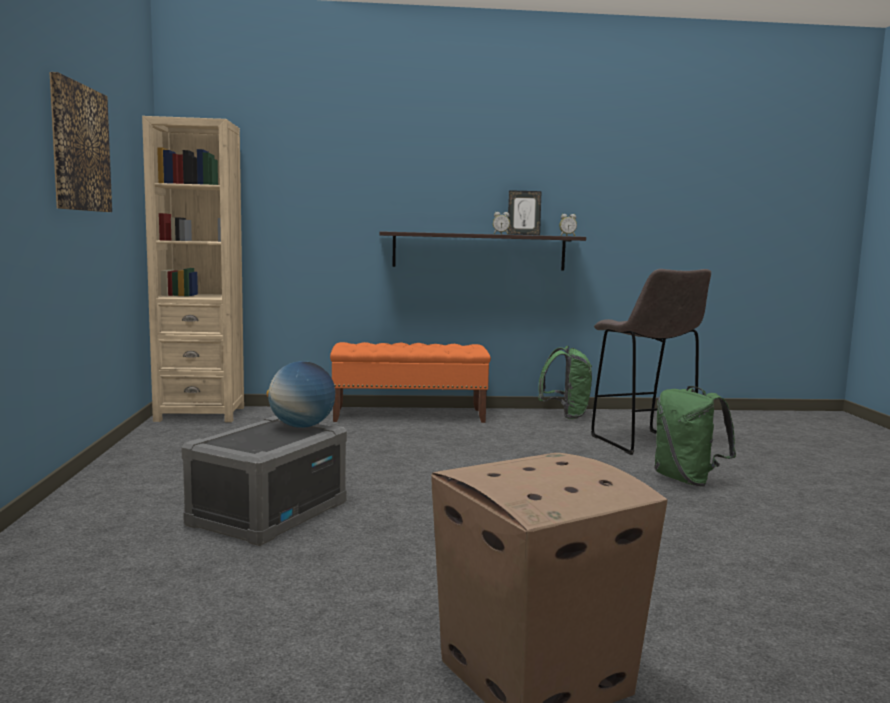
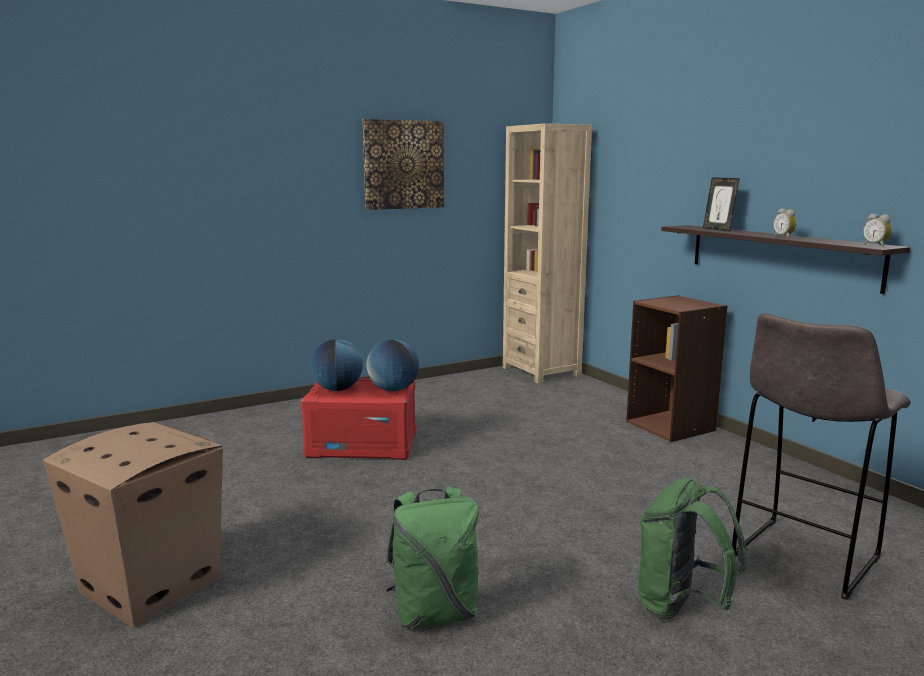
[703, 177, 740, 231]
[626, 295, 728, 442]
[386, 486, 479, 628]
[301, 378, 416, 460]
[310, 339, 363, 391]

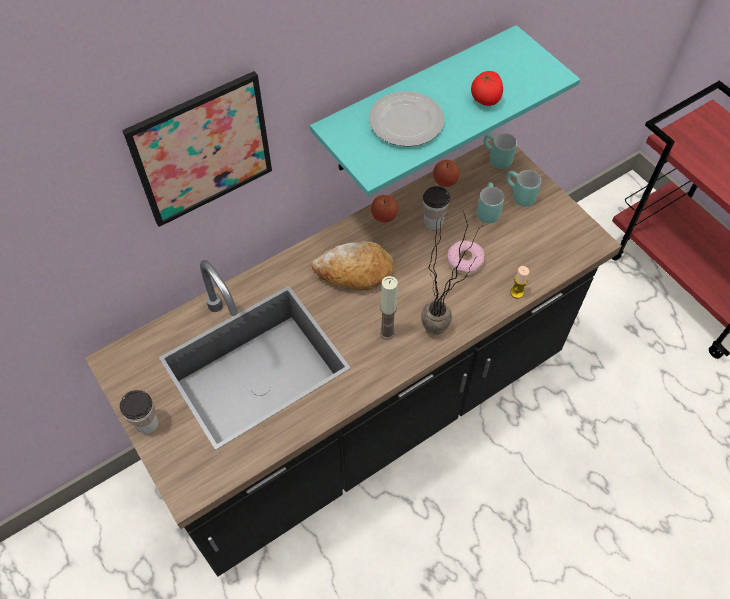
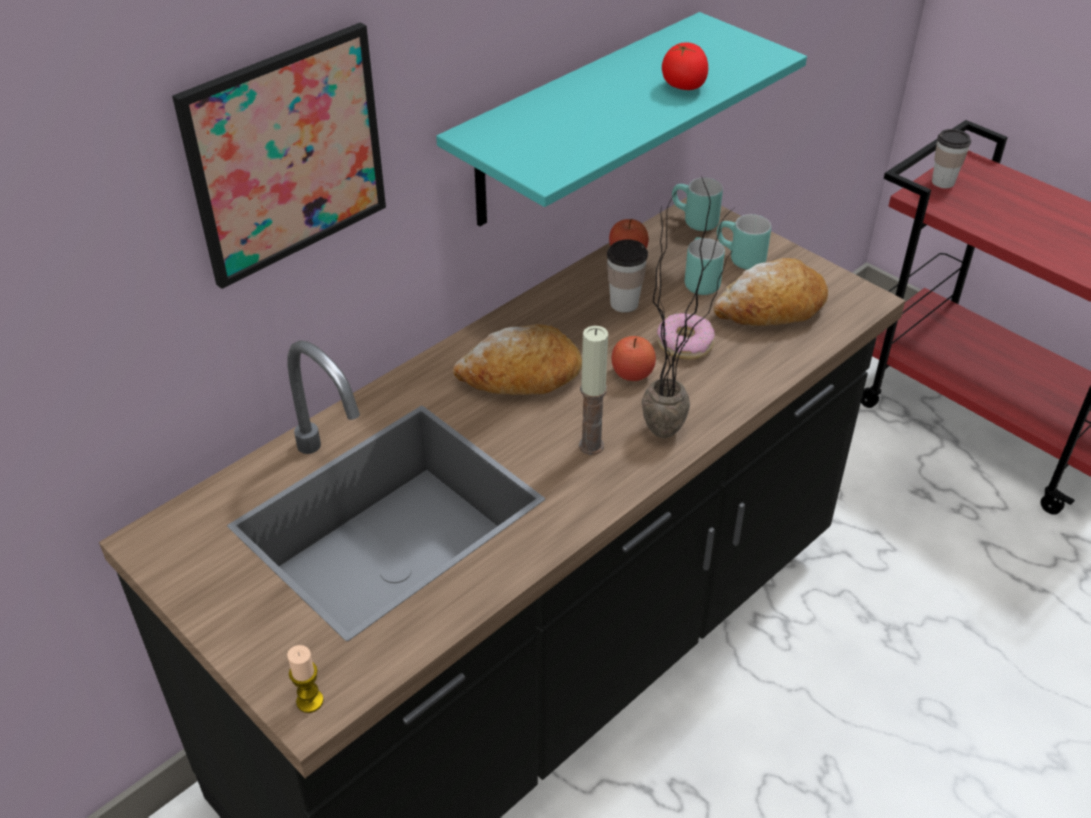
[369, 91, 444, 146] (first image)
[611, 336, 656, 381]
[287, 645, 324, 713]
[932, 129, 971, 188]
[713, 258, 828, 326]

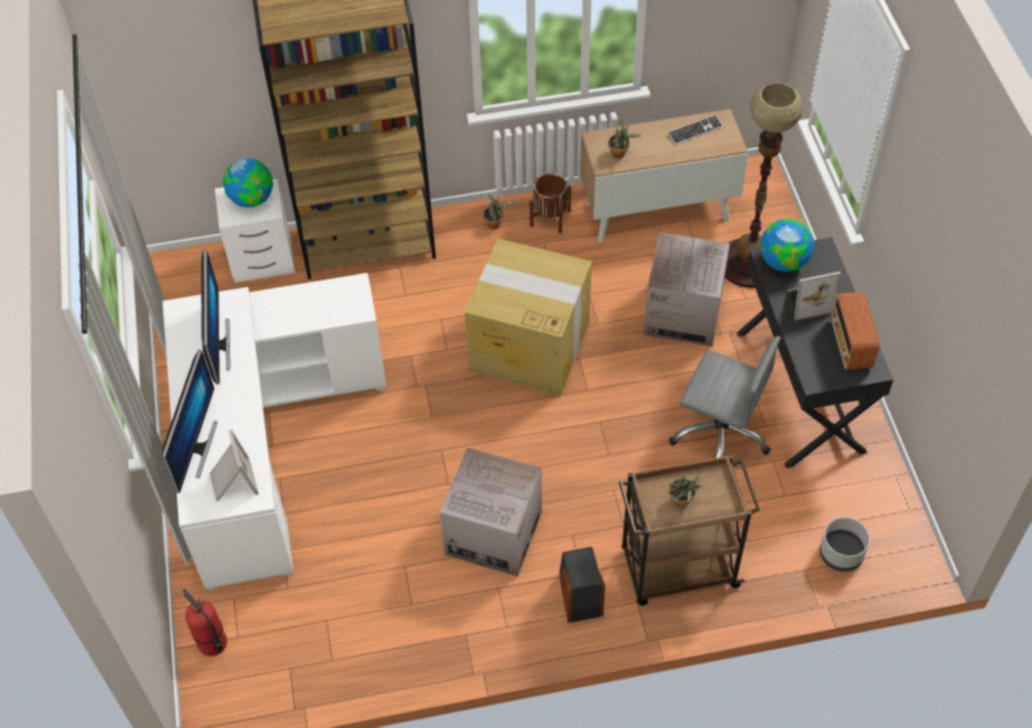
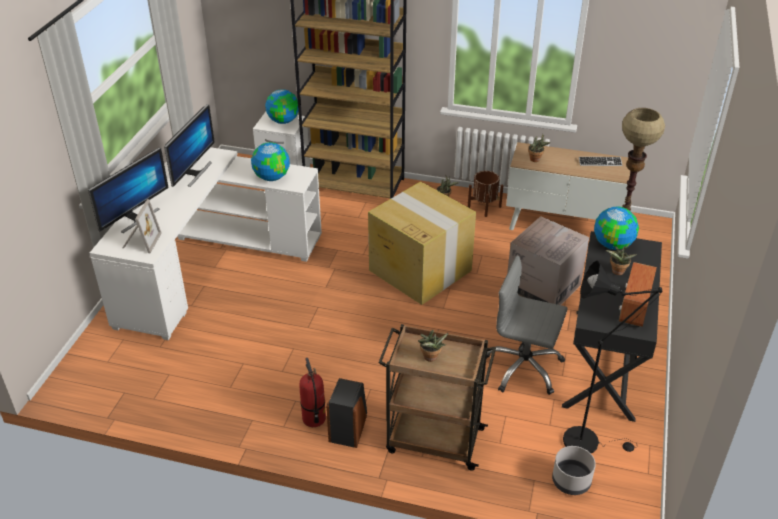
[606, 246, 637, 275]
[486, 255, 568, 395]
[440, 447, 542, 577] (first image)
[299, 358, 326, 427]
[251, 142, 290, 181]
[563, 261, 662, 453]

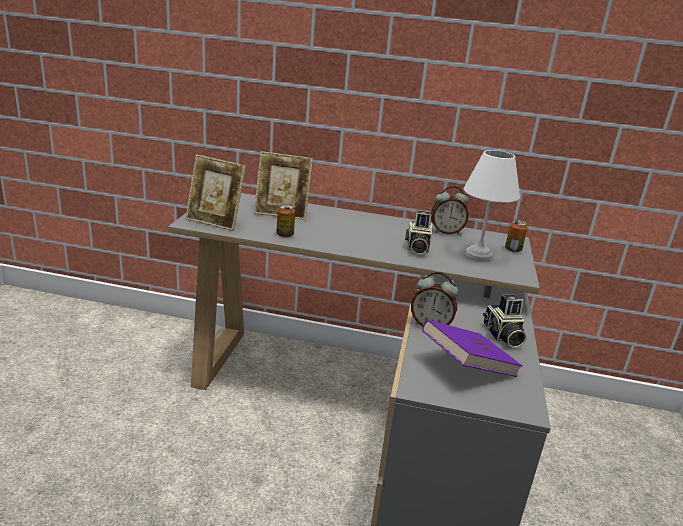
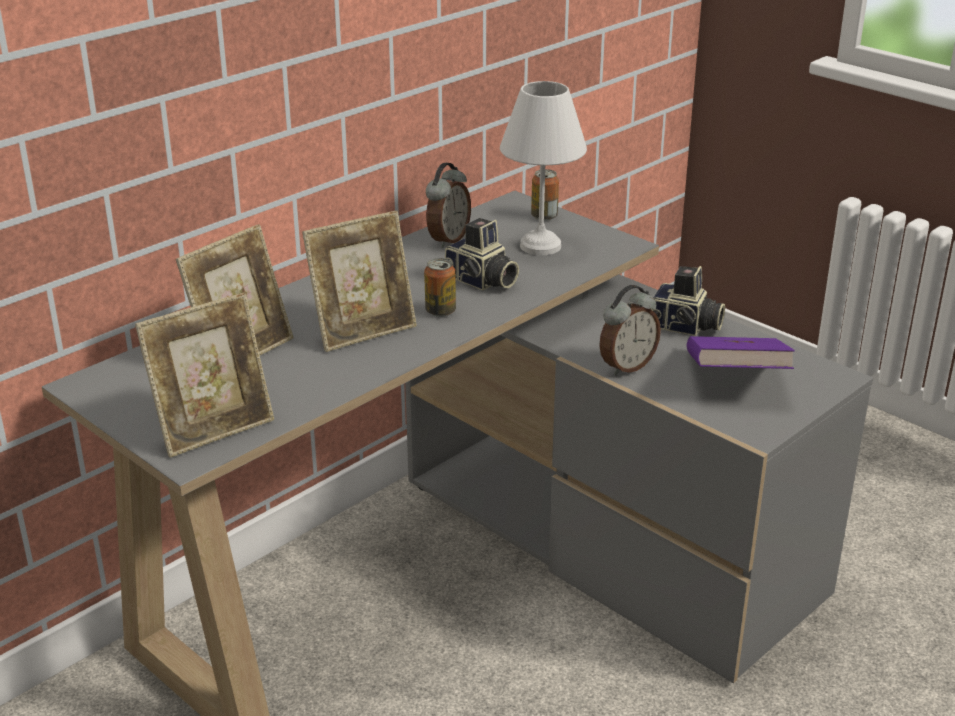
[424, 258, 456, 317]
[302, 211, 417, 352]

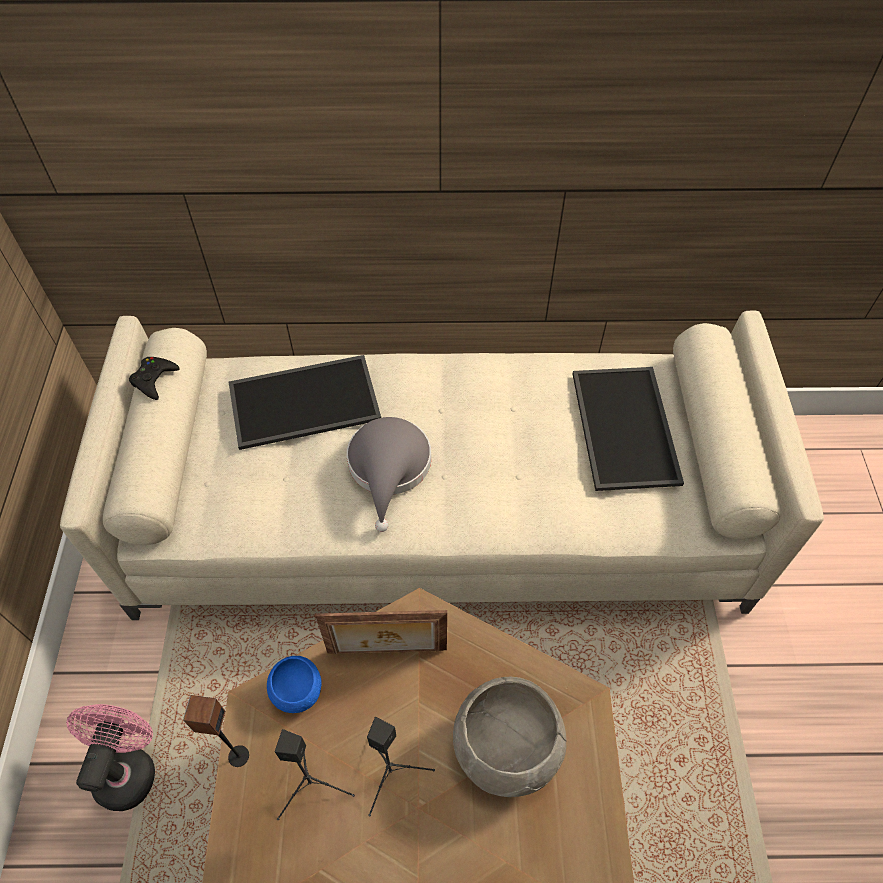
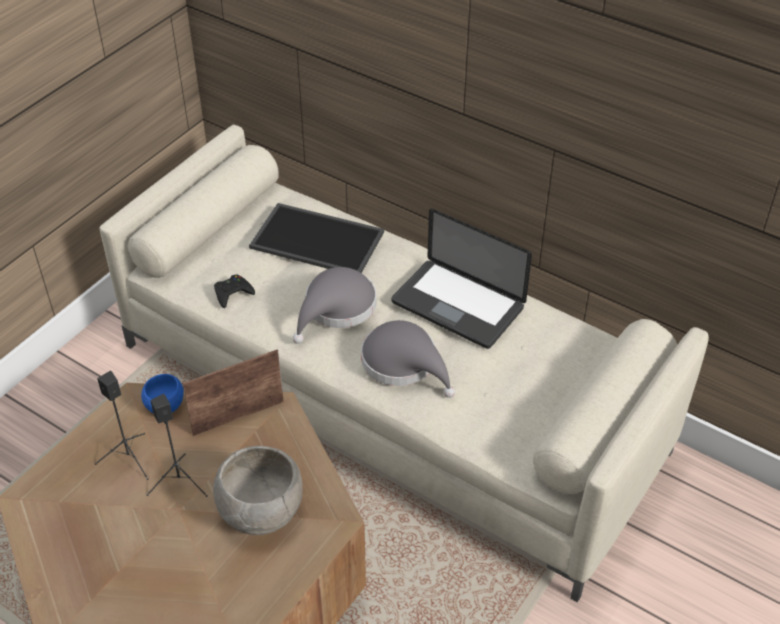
[214, 274, 255, 308]
[573, 367, 684, 491] (first image)
[182, 350, 284, 436]
[183, 695, 249, 767] (first image)
[66, 704, 155, 811] (first image)
[391, 209, 532, 349]
[361, 320, 455, 398]

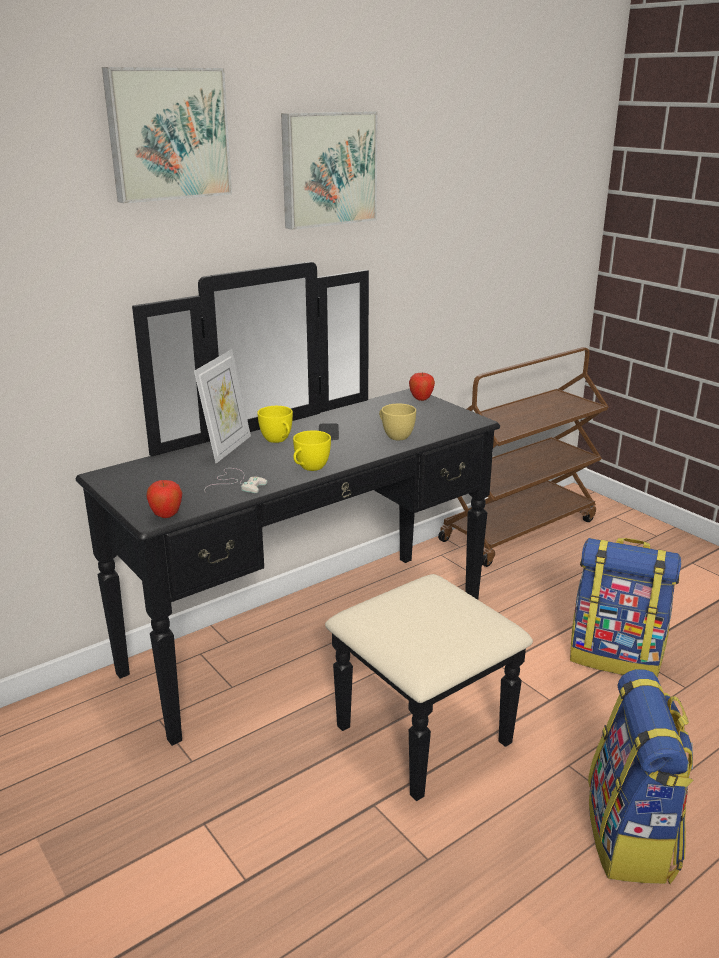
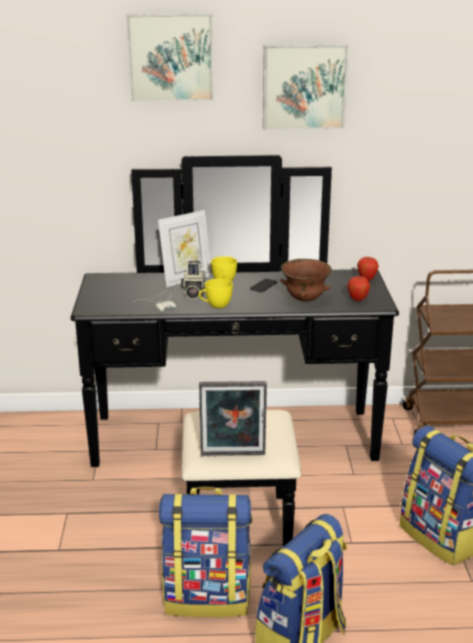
[280, 259, 332, 302]
[347, 276, 370, 301]
[181, 261, 205, 300]
[199, 381, 267, 456]
[159, 487, 252, 617]

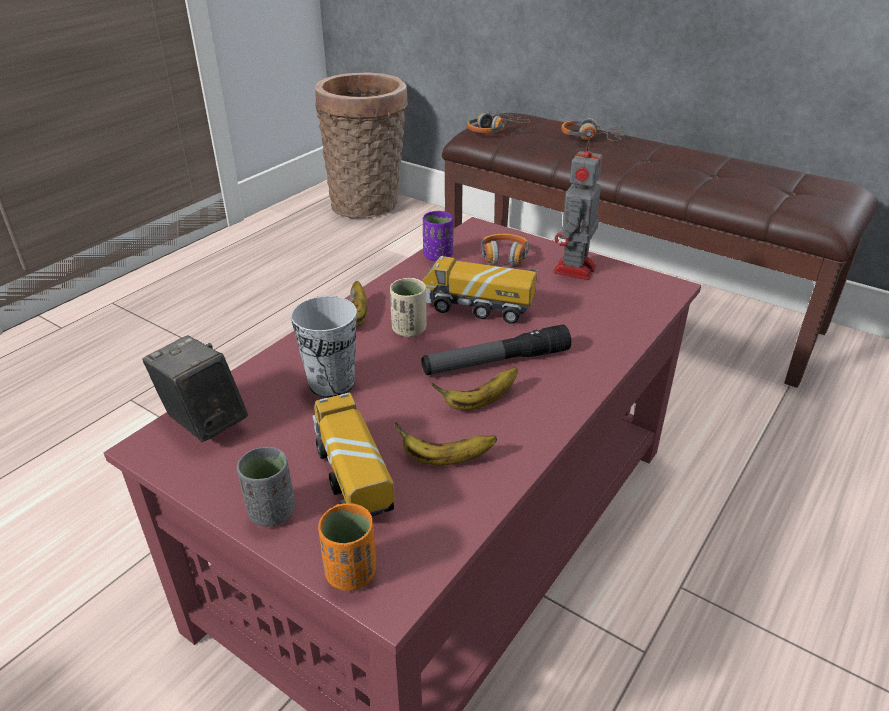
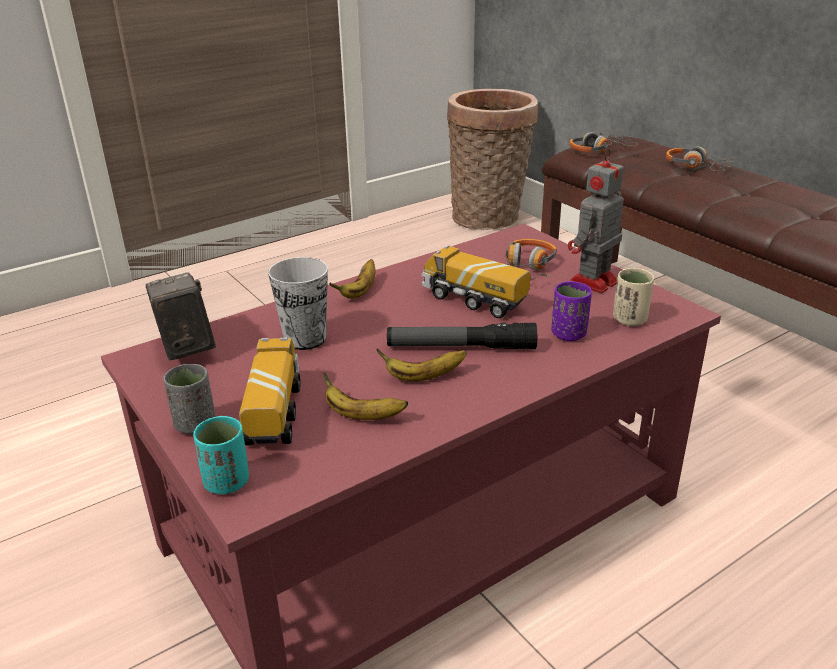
[551, 281, 592, 341]
[613, 268, 654, 326]
[193, 416, 249, 494]

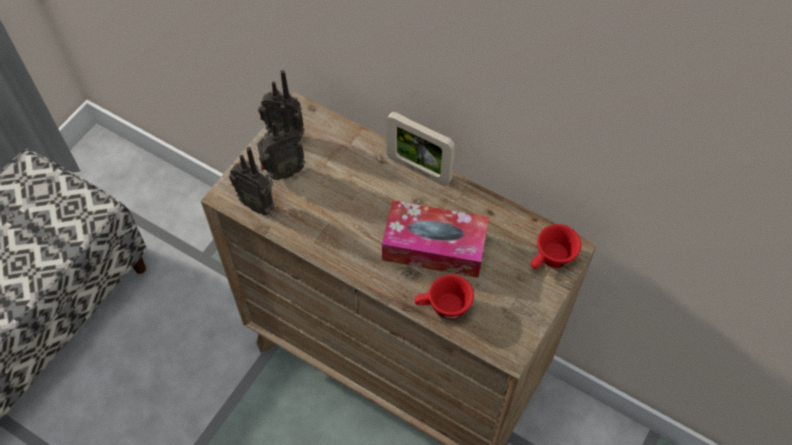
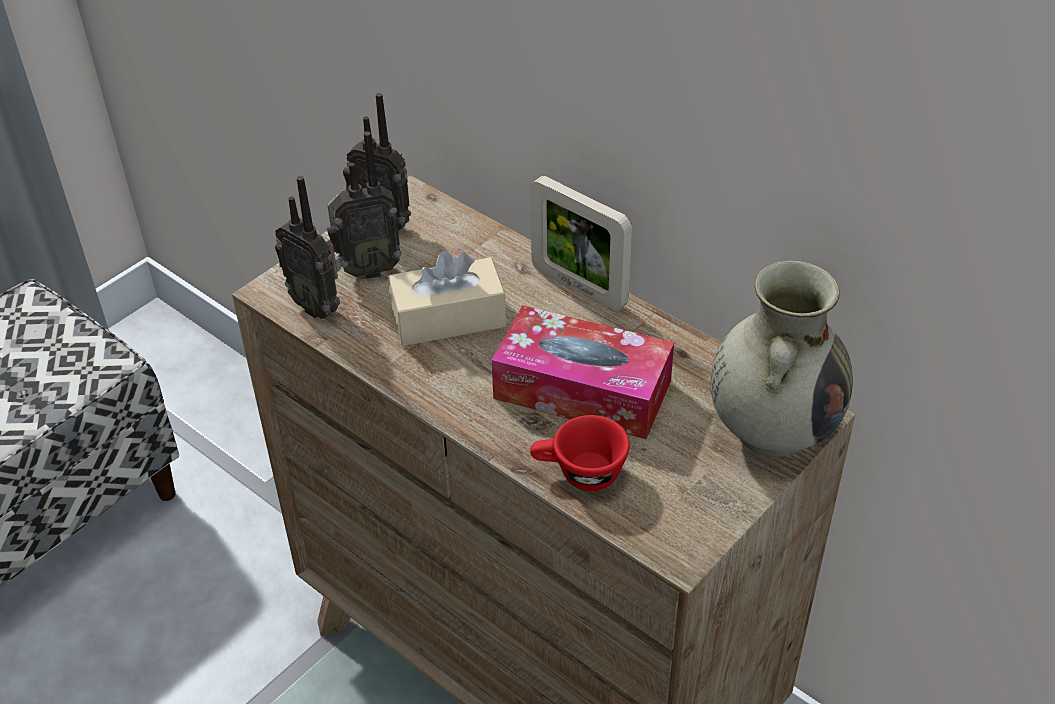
[710, 261, 853, 457]
[388, 251, 506, 346]

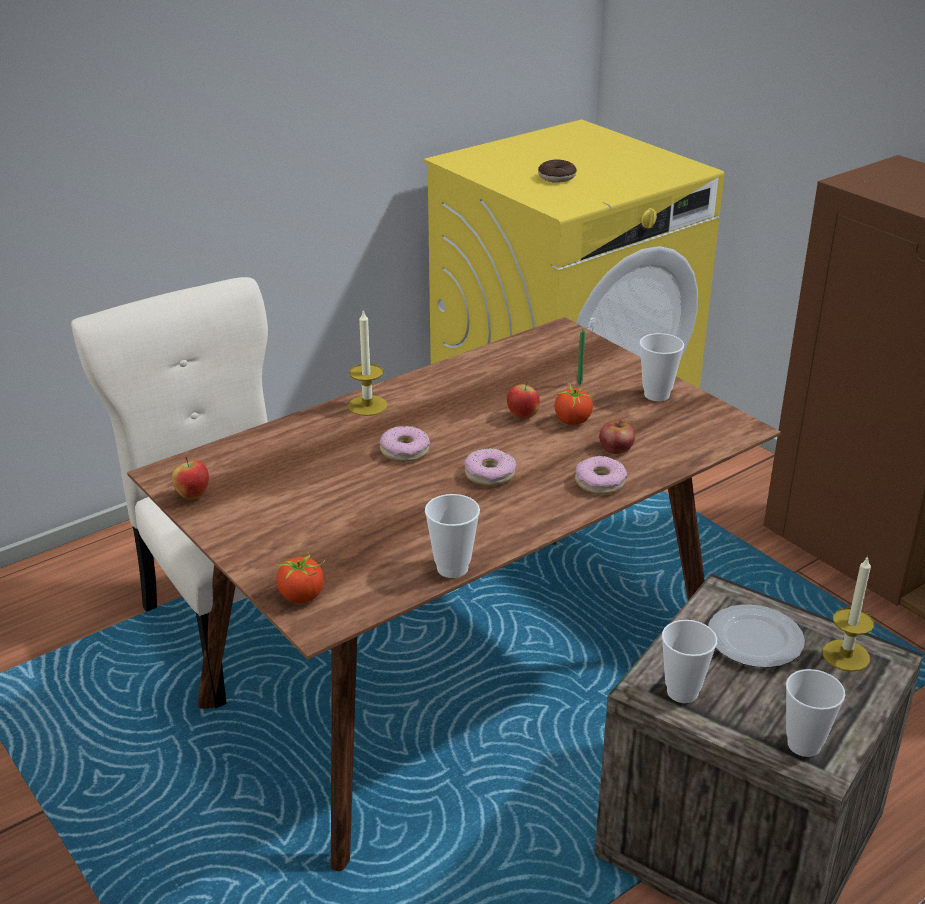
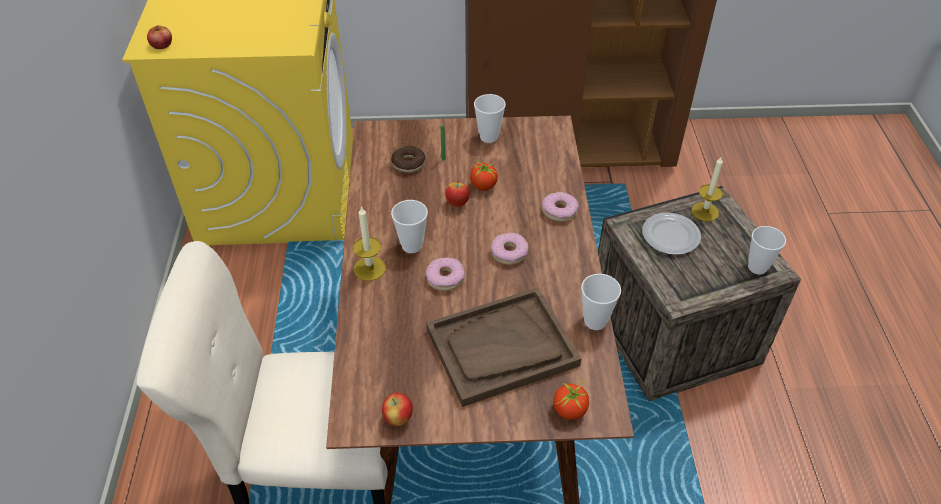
[391, 146, 426, 173]
[147, 26, 172, 49]
[391, 200, 428, 253]
[426, 287, 581, 407]

